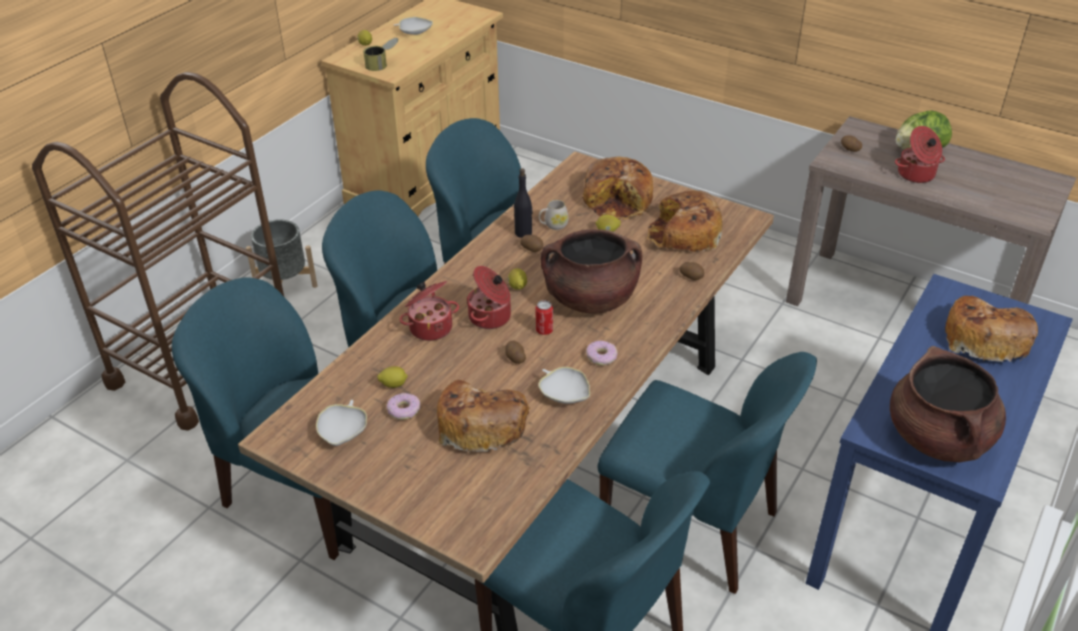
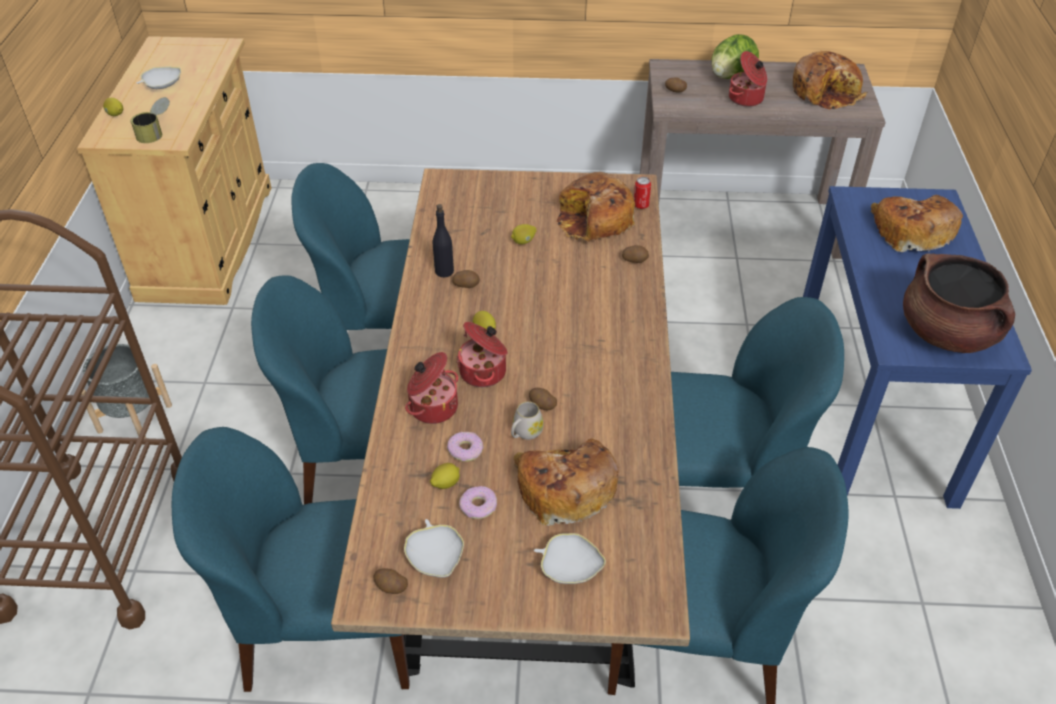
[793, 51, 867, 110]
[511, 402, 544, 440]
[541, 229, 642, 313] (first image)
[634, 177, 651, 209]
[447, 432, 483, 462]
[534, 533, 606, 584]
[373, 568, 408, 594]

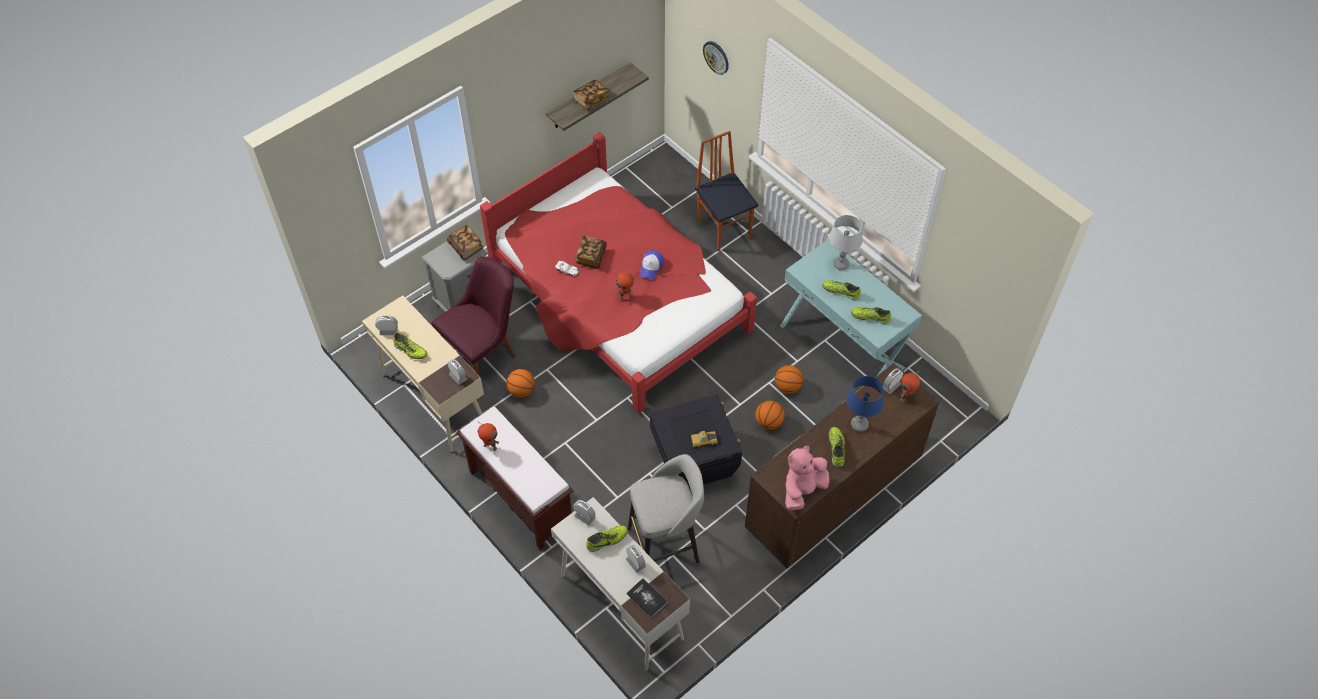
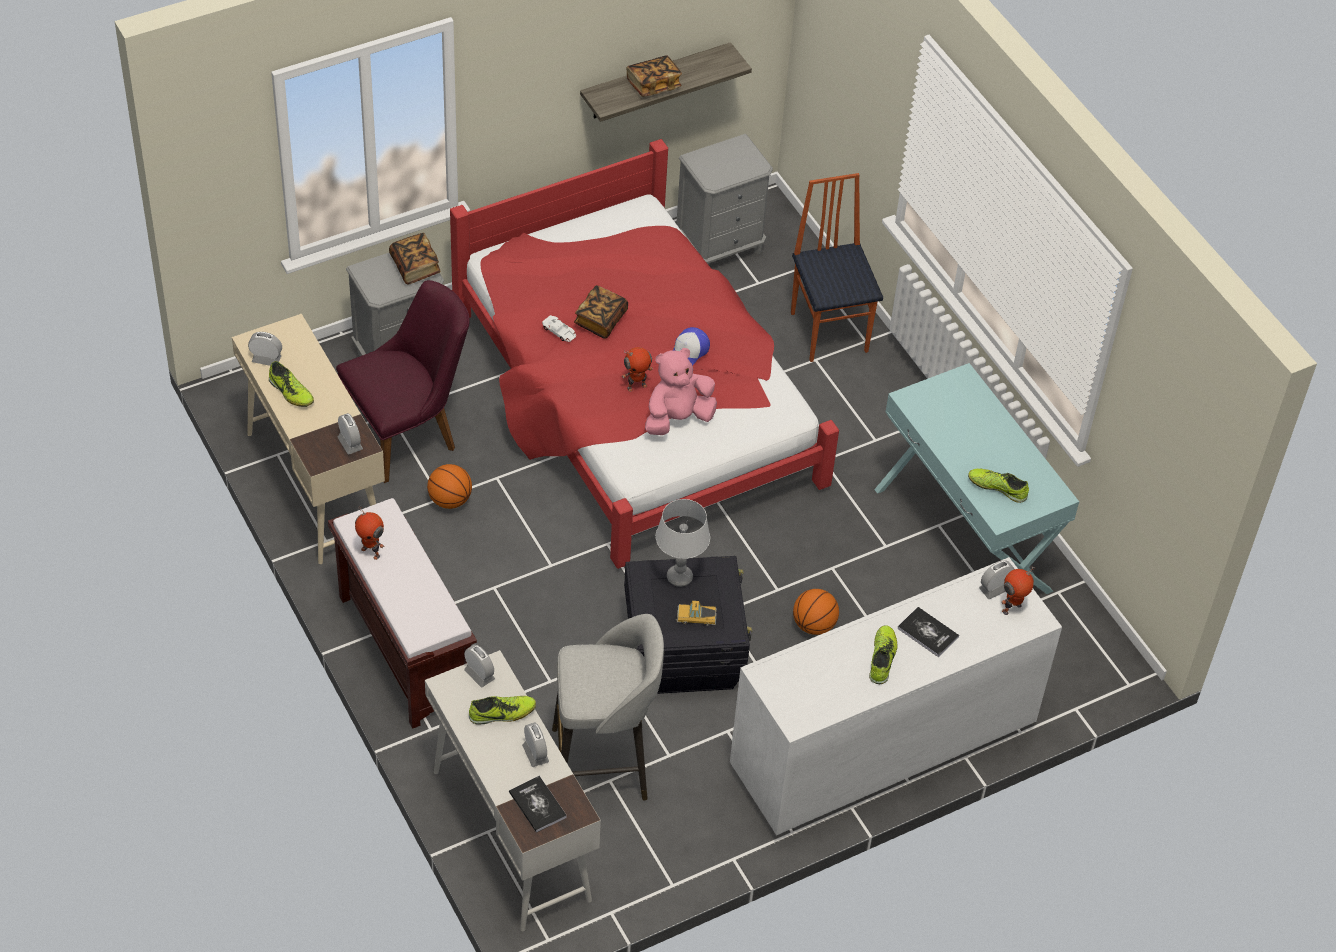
[703, 41, 729, 75] (first image)
[655, 499, 710, 587]
[822, 280, 861, 300] (first image)
[730, 557, 1062, 835]
[775, 365, 803, 394] (first image)
[897, 607, 959, 657]
[645, 348, 717, 435]
[676, 134, 773, 264]

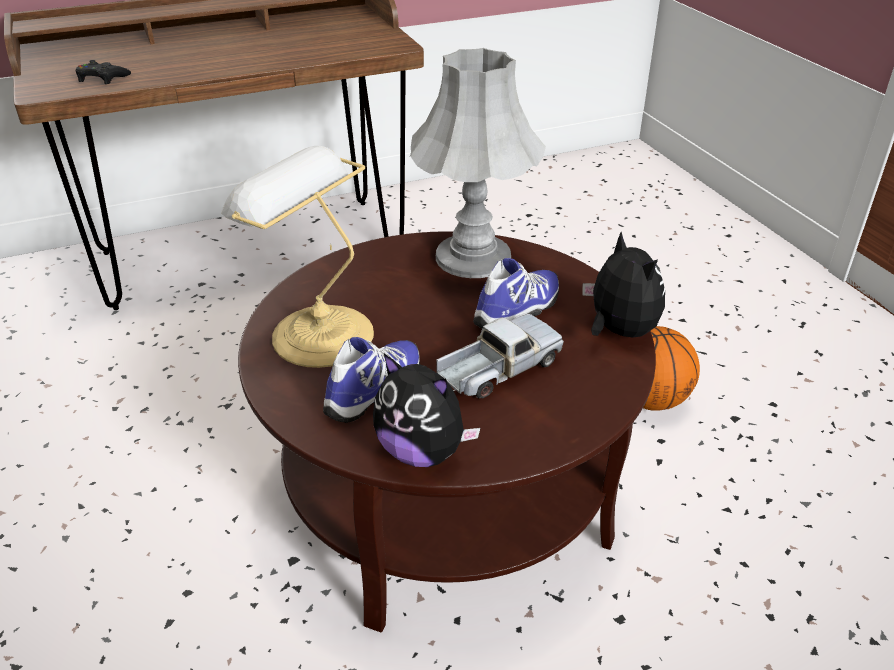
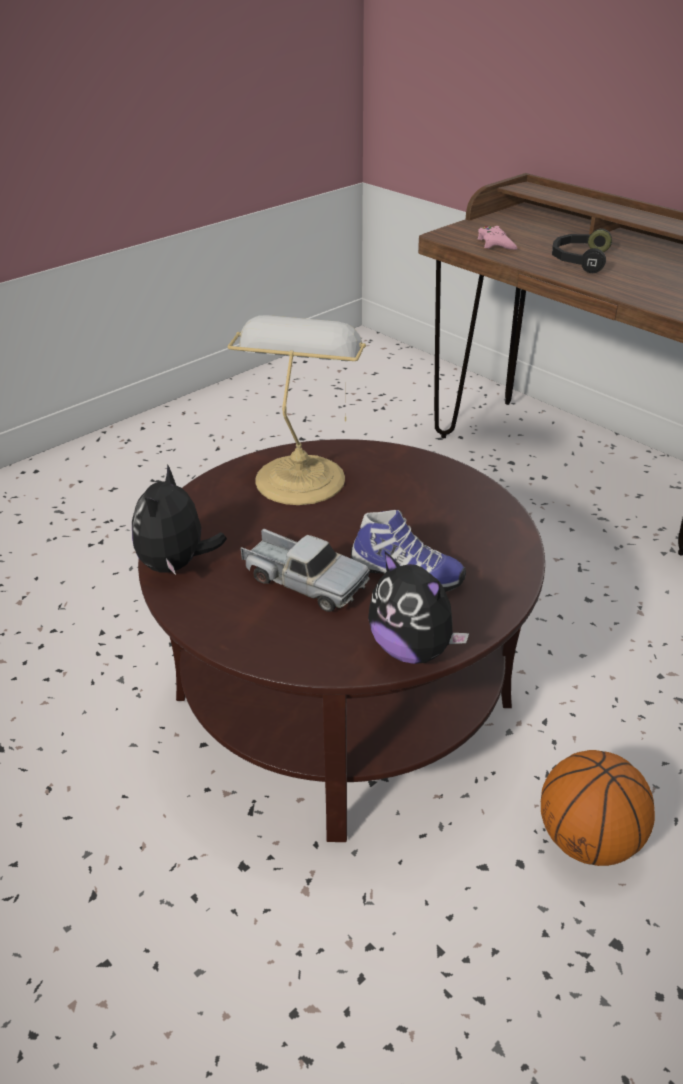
[410, 48, 546, 278] (first image)
[478, 226, 517, 250]
[368, 551, 469, 664]
[323, 337, 420, 423] (first image)
[552, 229, 612, 273]

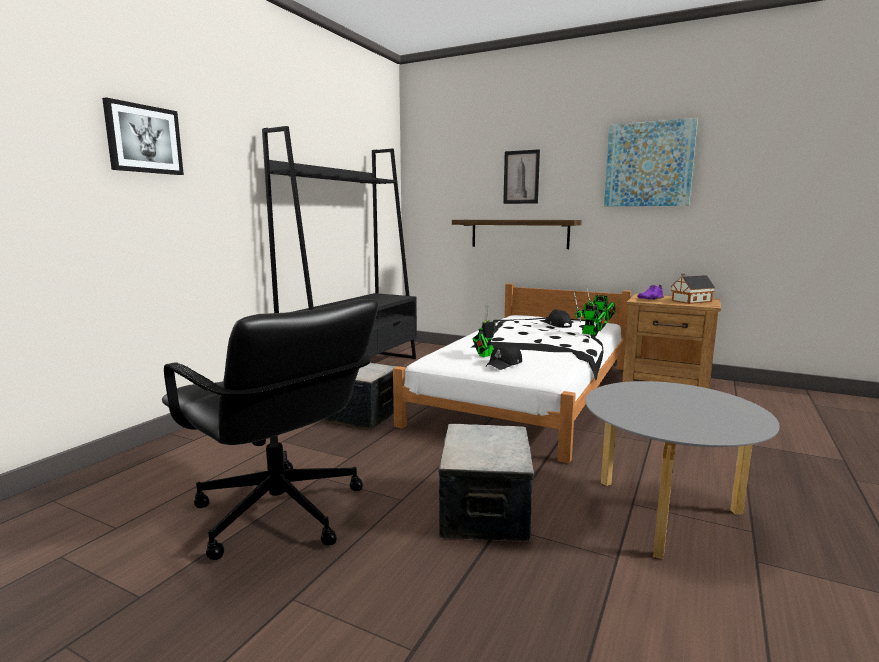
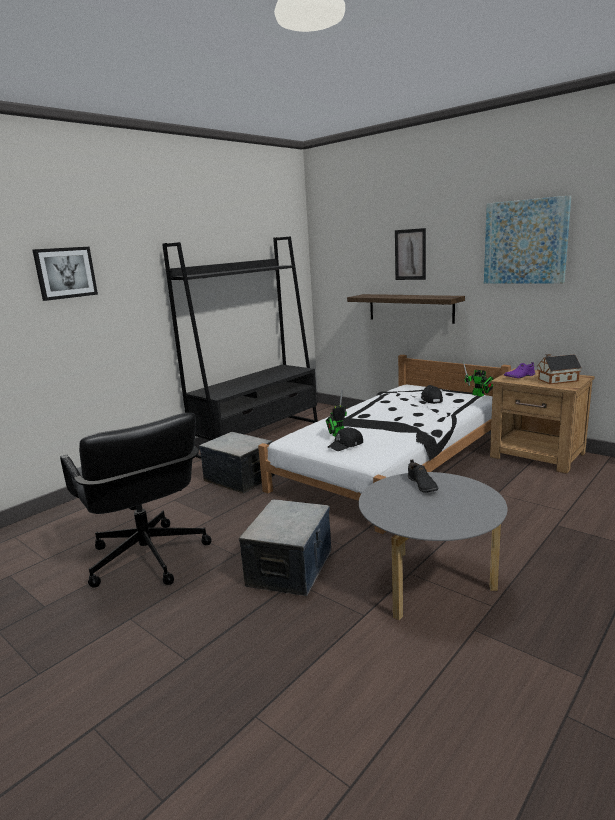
[574, 292, 607, 335] (first image)
[408, 460, 438, 493]

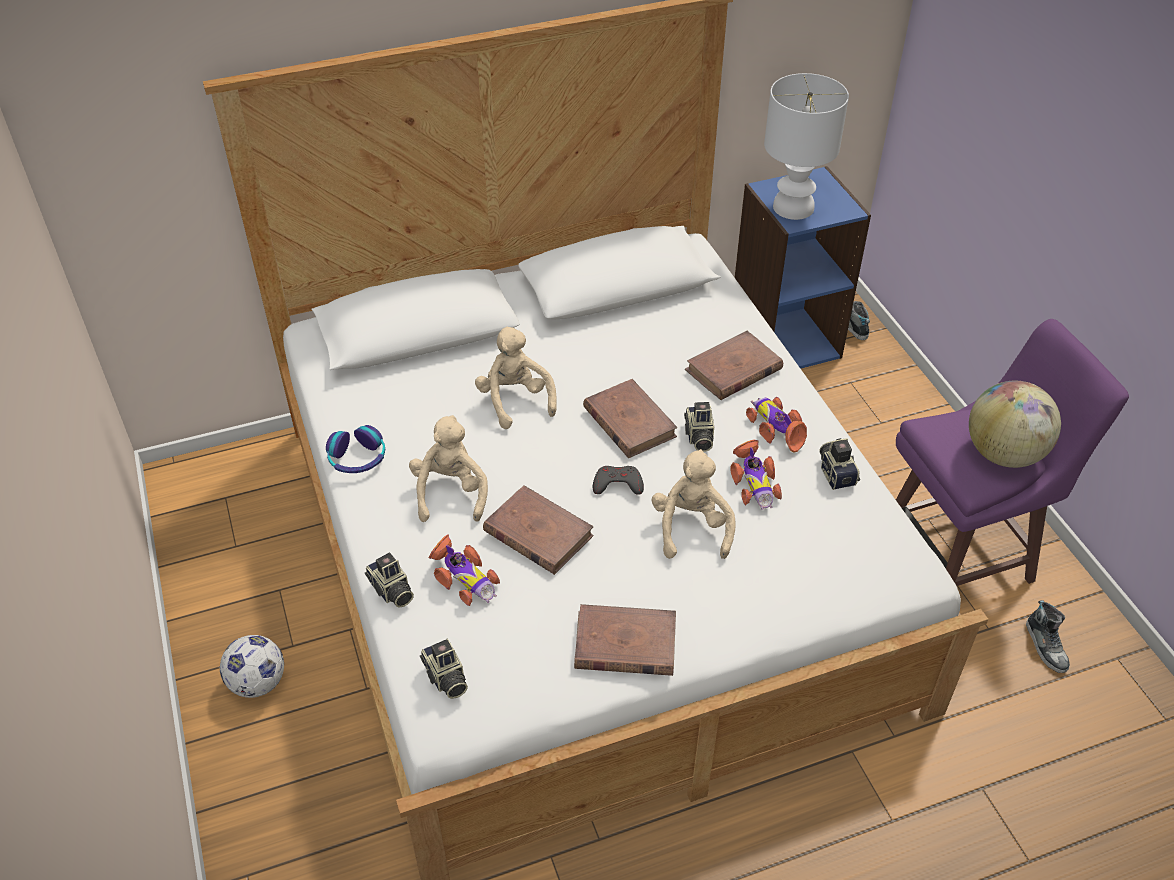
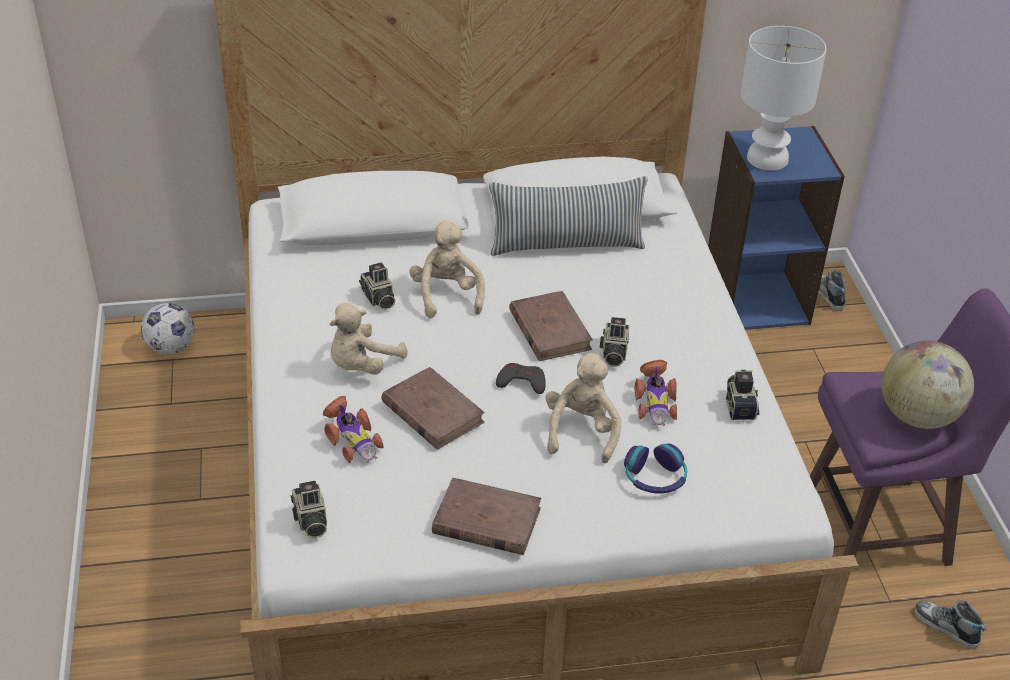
[685, 331, 783, 400] (first image)
[746, 397, 807, 453] (first image)
[330, 303, 408, 375]
[624, 444, 687, 494]
[359, 262, 395, 310]
[915, 601, 986, 649]
[141, 303, 194, 355]
[489, 176, 648, 256]

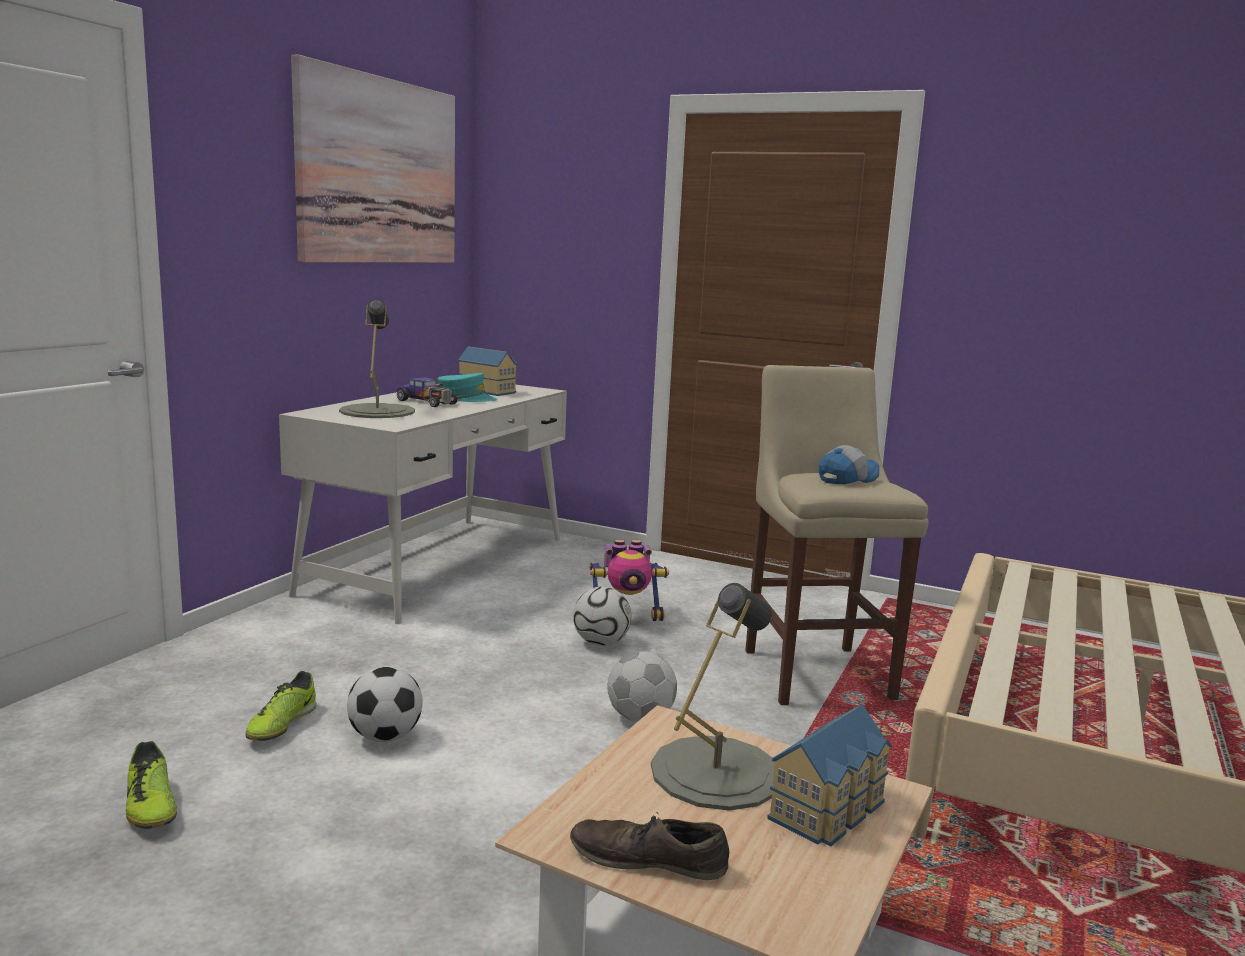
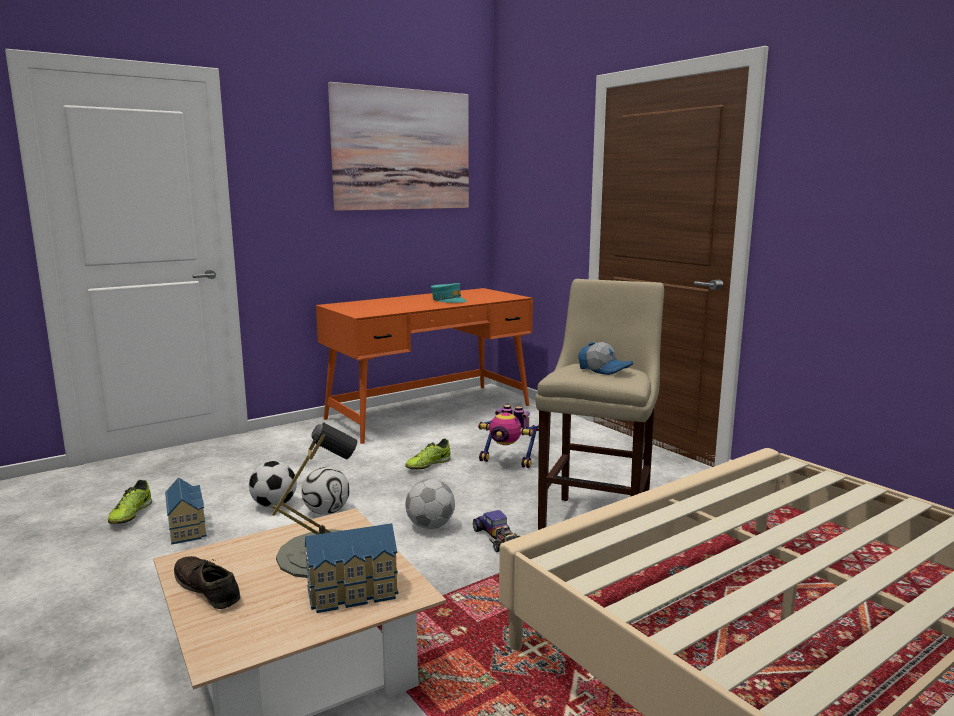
[339, 299, 415, 418] (first image)
[165, 477, 207, 545]
[473, 510, 520, 552]
[316, 288, 533, 444]
[578, 342, 633, 375]
[301, 467, 350, 515]
[405, 439, 451, 470]

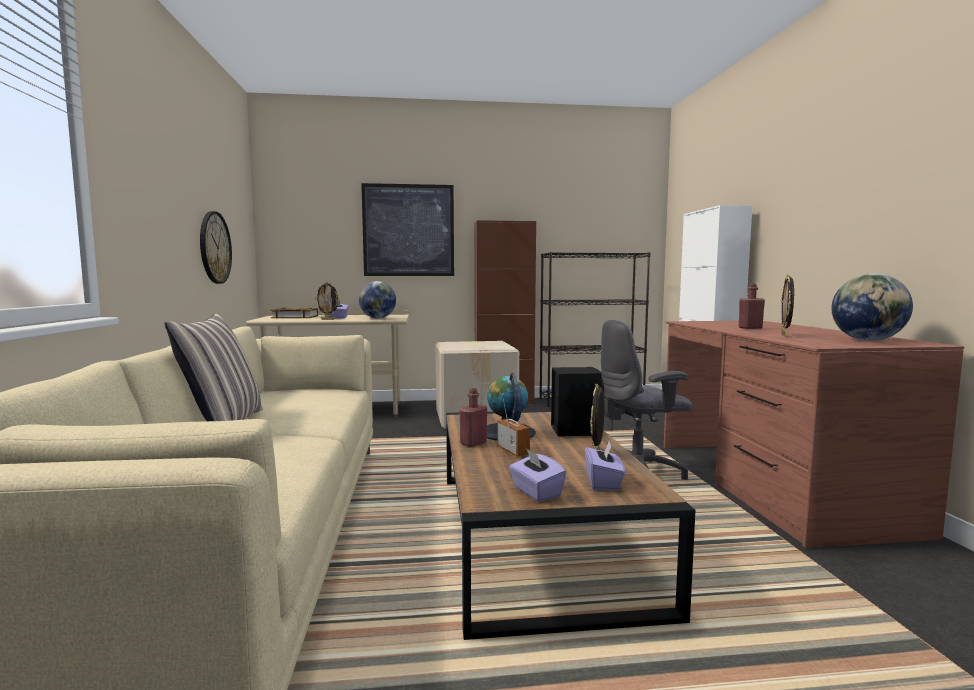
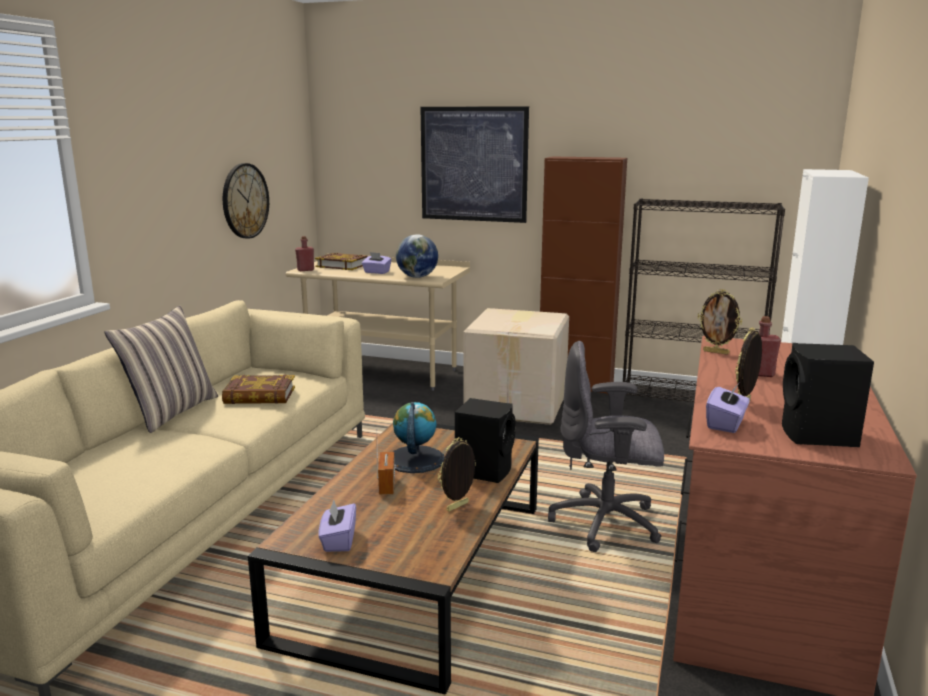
[782, 343, 874, 447]
[698, 289, 742, 355]
[295, 236, 314, 271]
[706, 383, 750, 433]
[222, 374, 295, 404]

